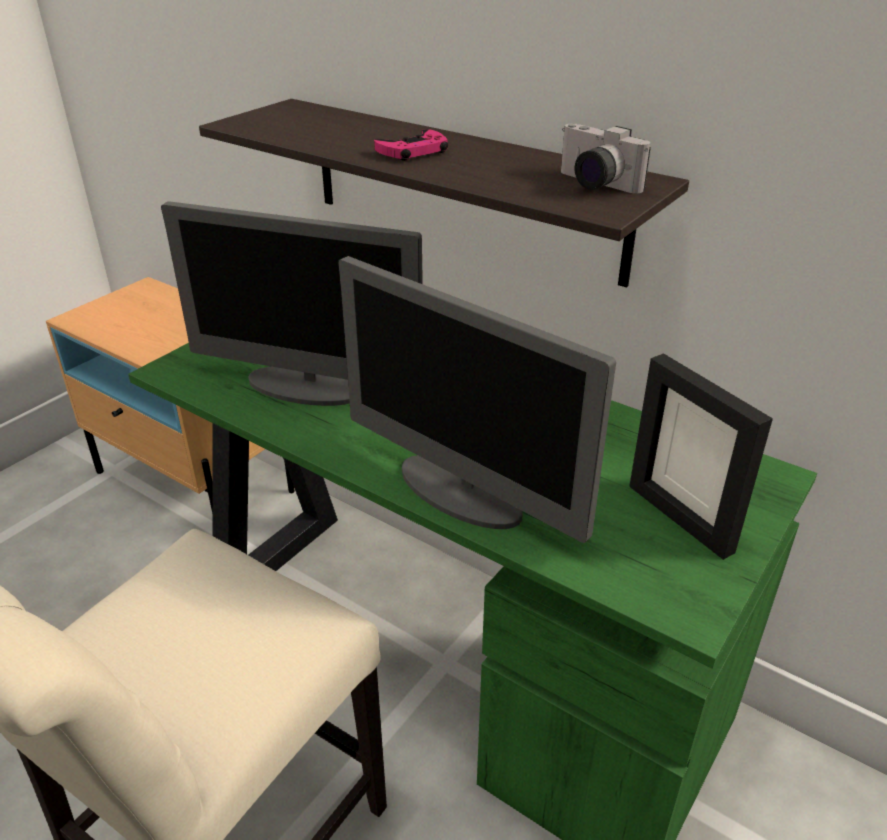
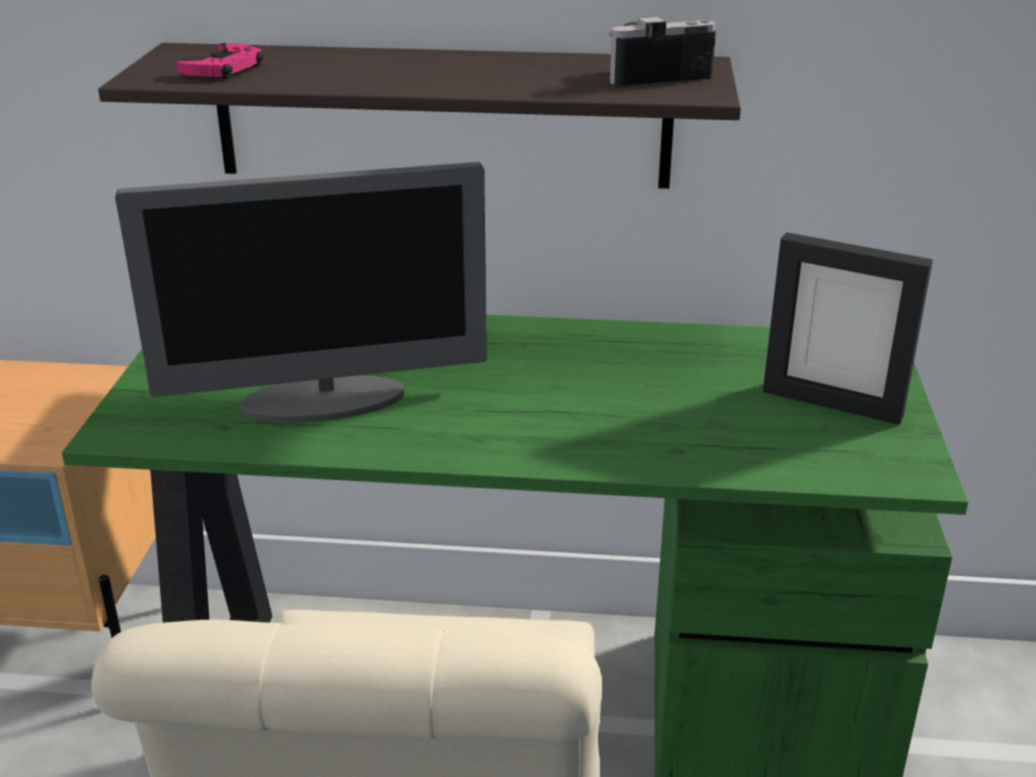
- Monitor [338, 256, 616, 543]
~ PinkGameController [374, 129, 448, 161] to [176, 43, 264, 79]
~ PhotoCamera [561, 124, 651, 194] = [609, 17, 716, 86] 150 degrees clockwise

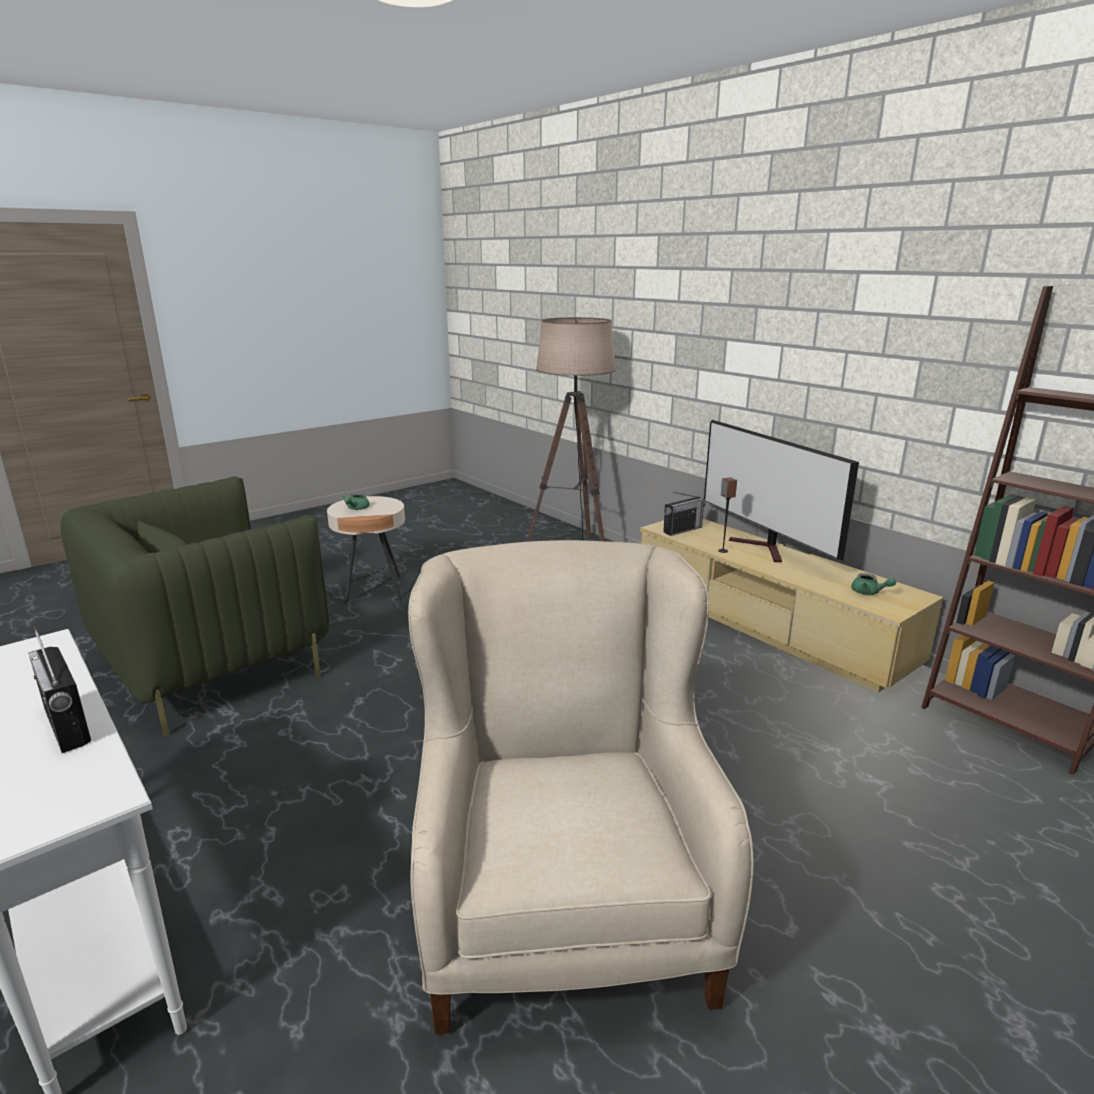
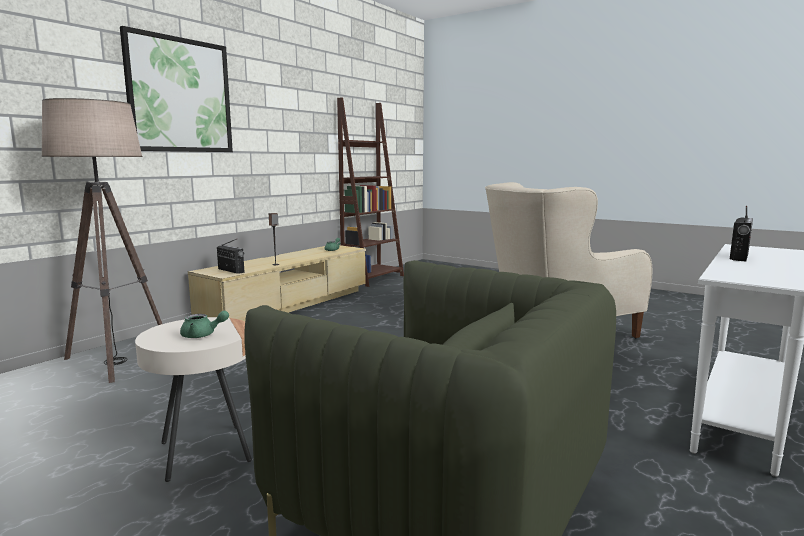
- Television [704, 420, 859, 562]
+ Picture [120, 26, 233, 152]

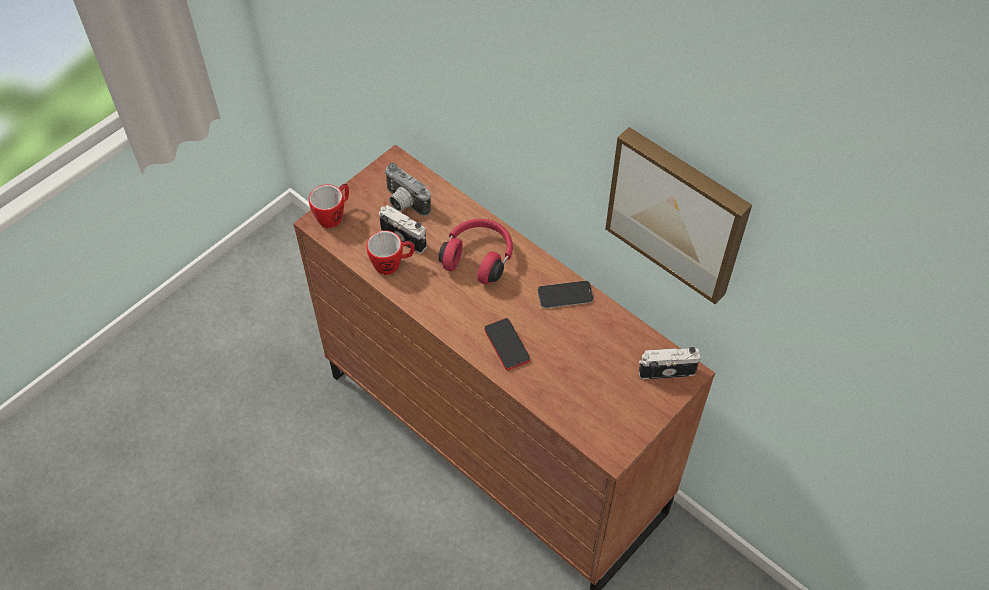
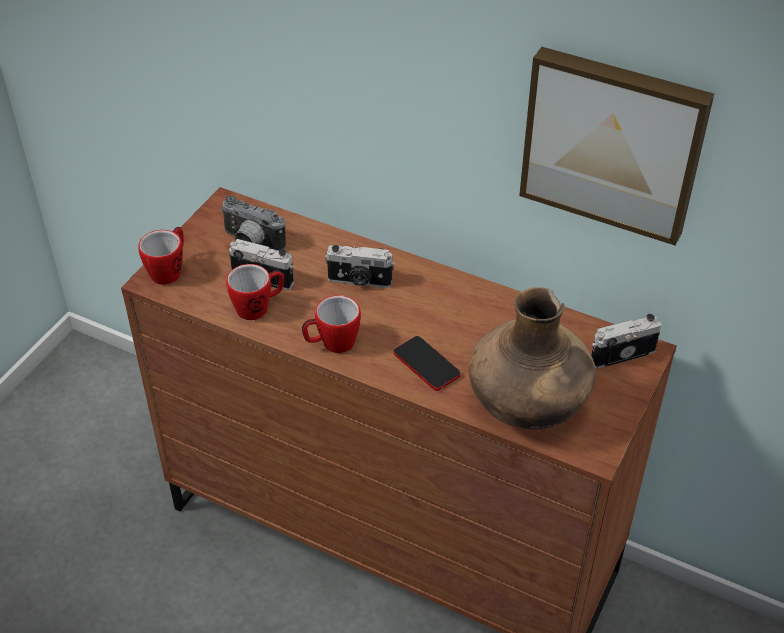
~ RedHeadphones [438, 219, 513, 285] to PhotoCamera [325, 245, 395, 288]
- Phone [538, 281, 594, 308]
+ Mug [302, 295, 361, 353]
+ BrownVase [469, 287, 596, 429]

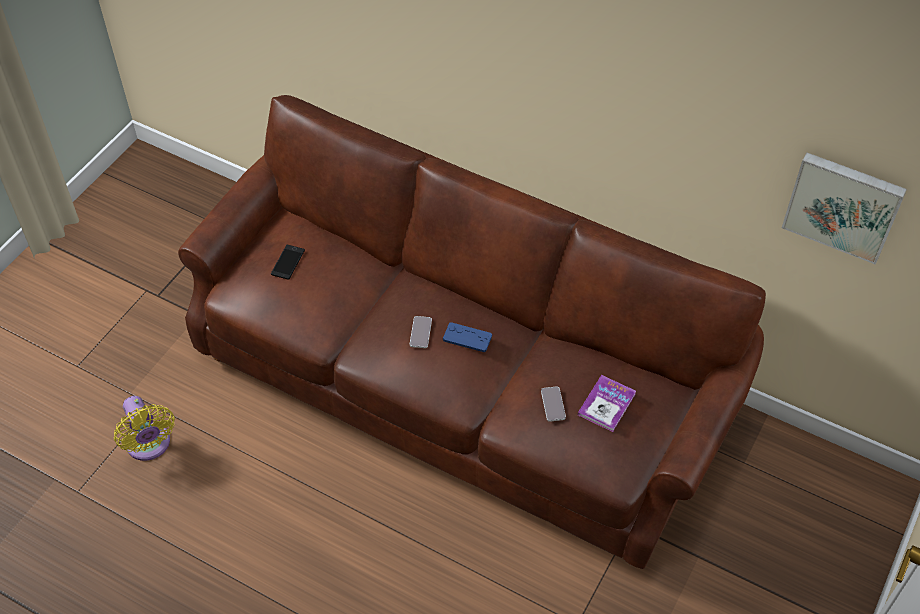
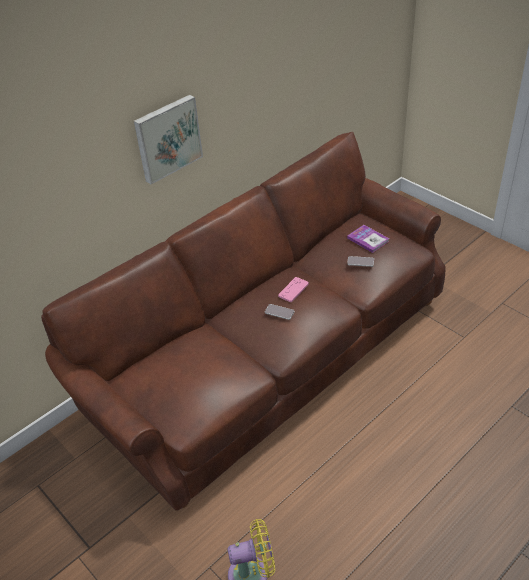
- Phone [271, 245, 305, 280]
~ BlueGameController [443, 322, 492, 352] to PinkGameController [278, 277, 309, 302]
~ Picture [782, 153, 907, 264] to [134, 95, 203, 184]

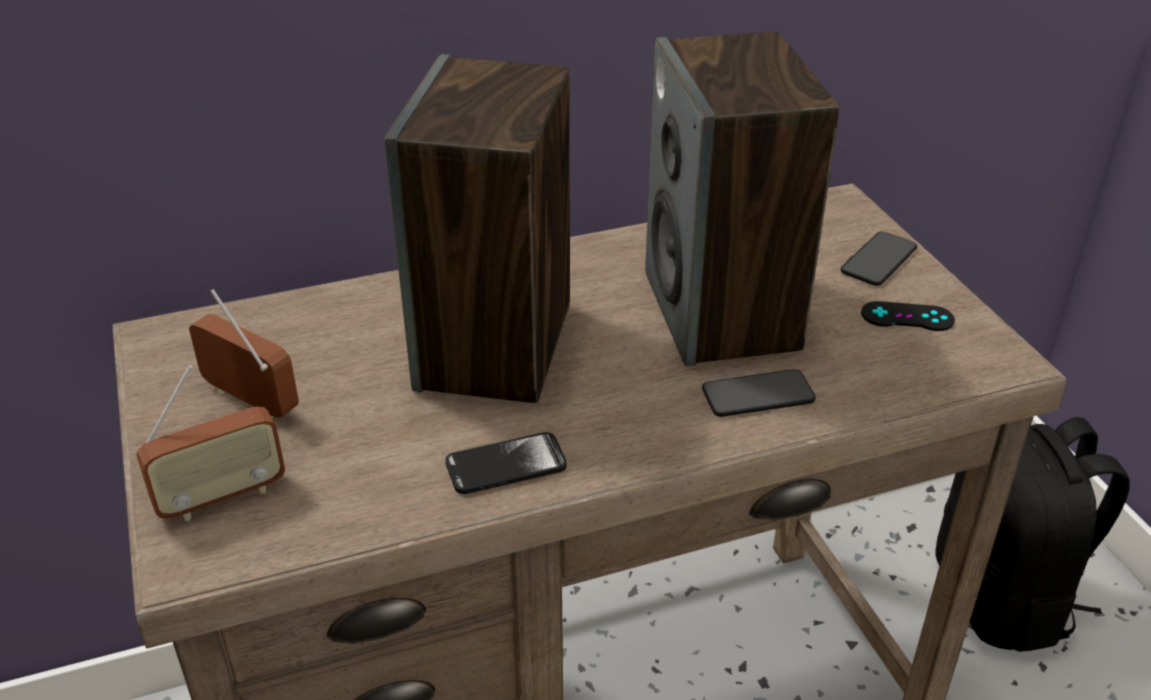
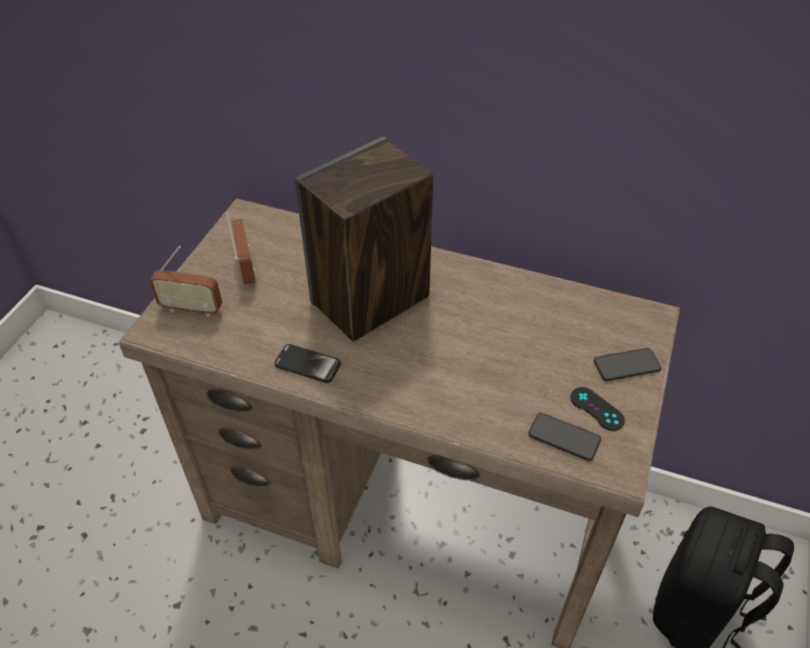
- Speaker [645, 32, 839, 366]
~ Phone [702, 369, 816, 417] to [528, 413, 601, 461]

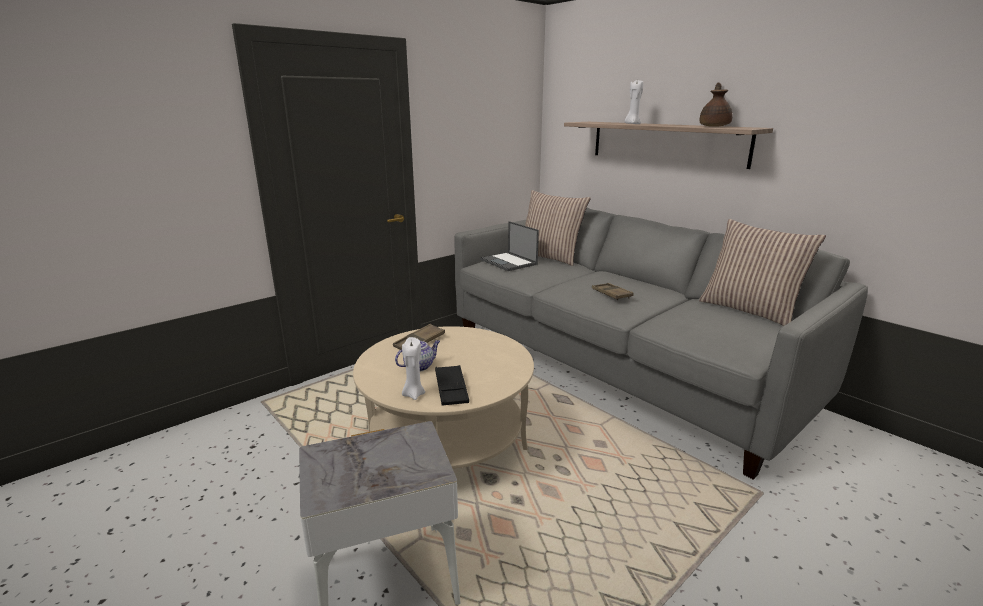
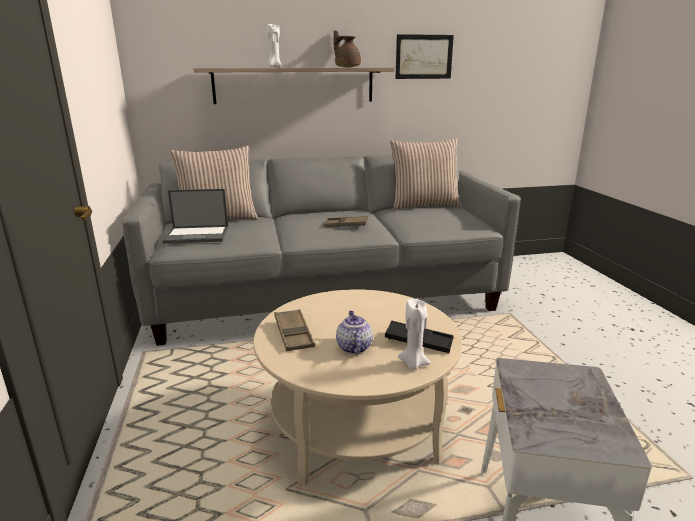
+ Picture [395, 34, 454, 79]

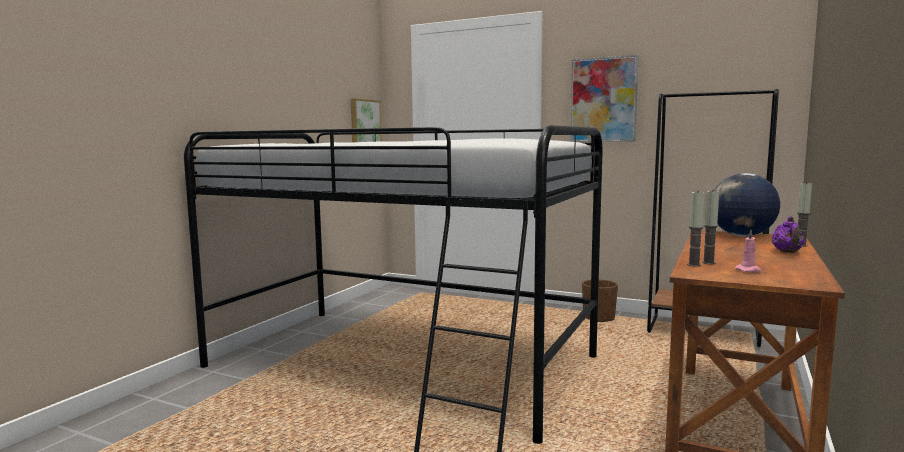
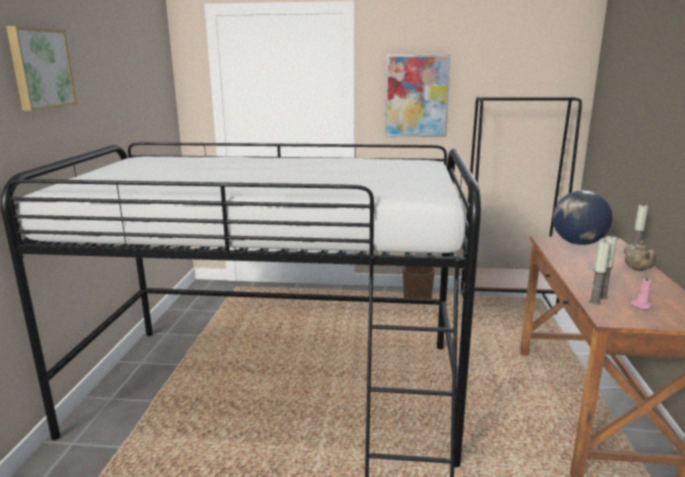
~ Picture [351, 98, 382, 142] to [6, 26, 77, 111]
~ PurpleTeapot [772, 217, 805, 253] to BeigeTeapot [624, 241, 656, 271]

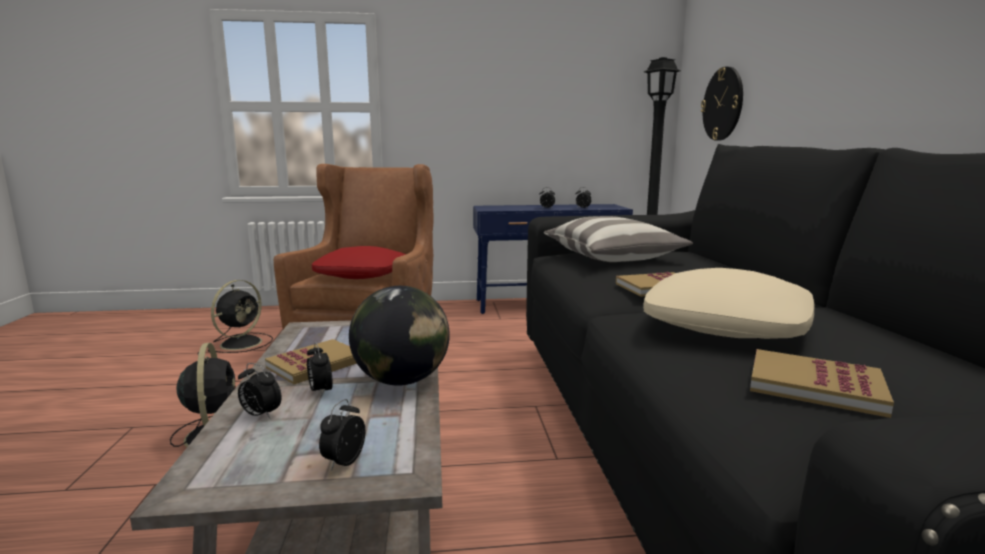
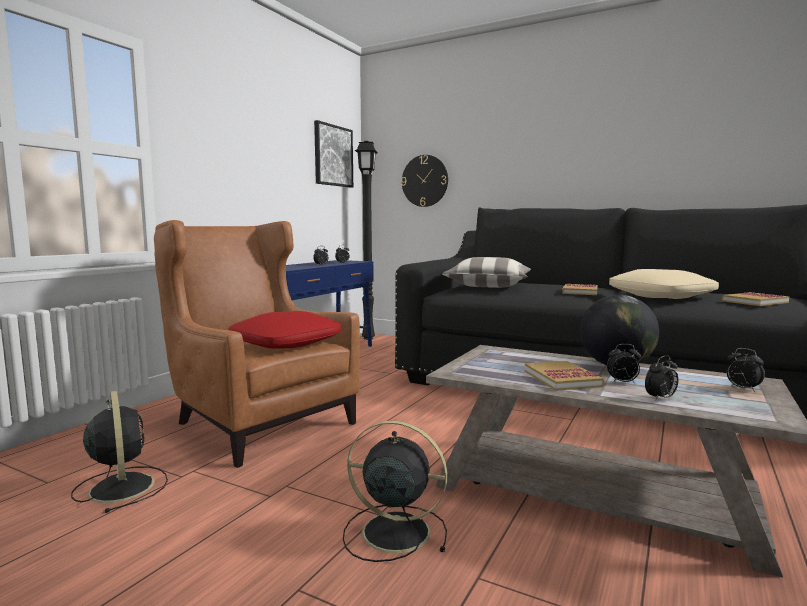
+ Picture [314, 120, 353, 187]

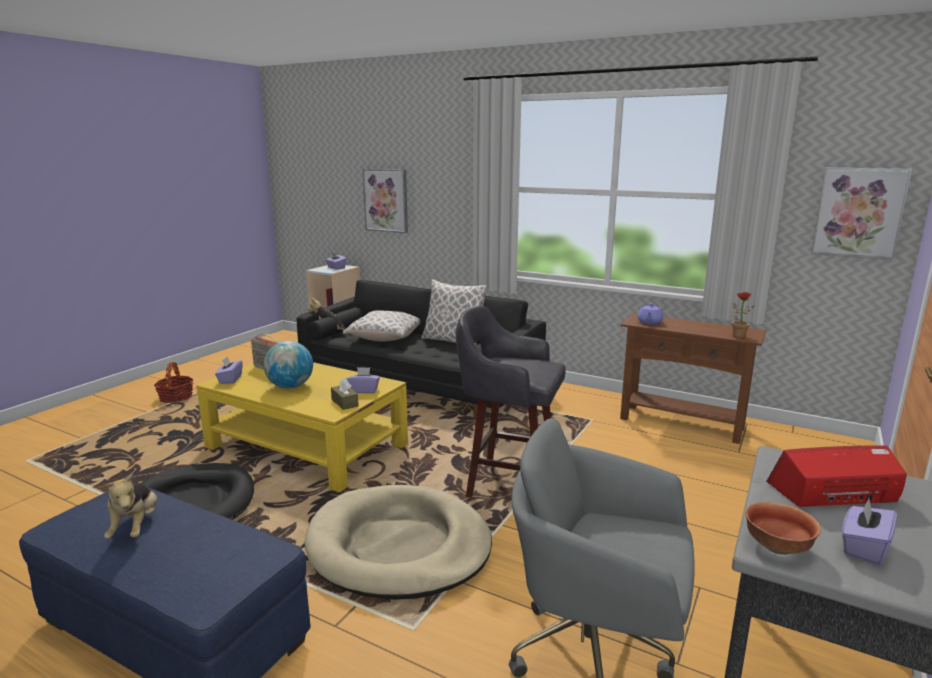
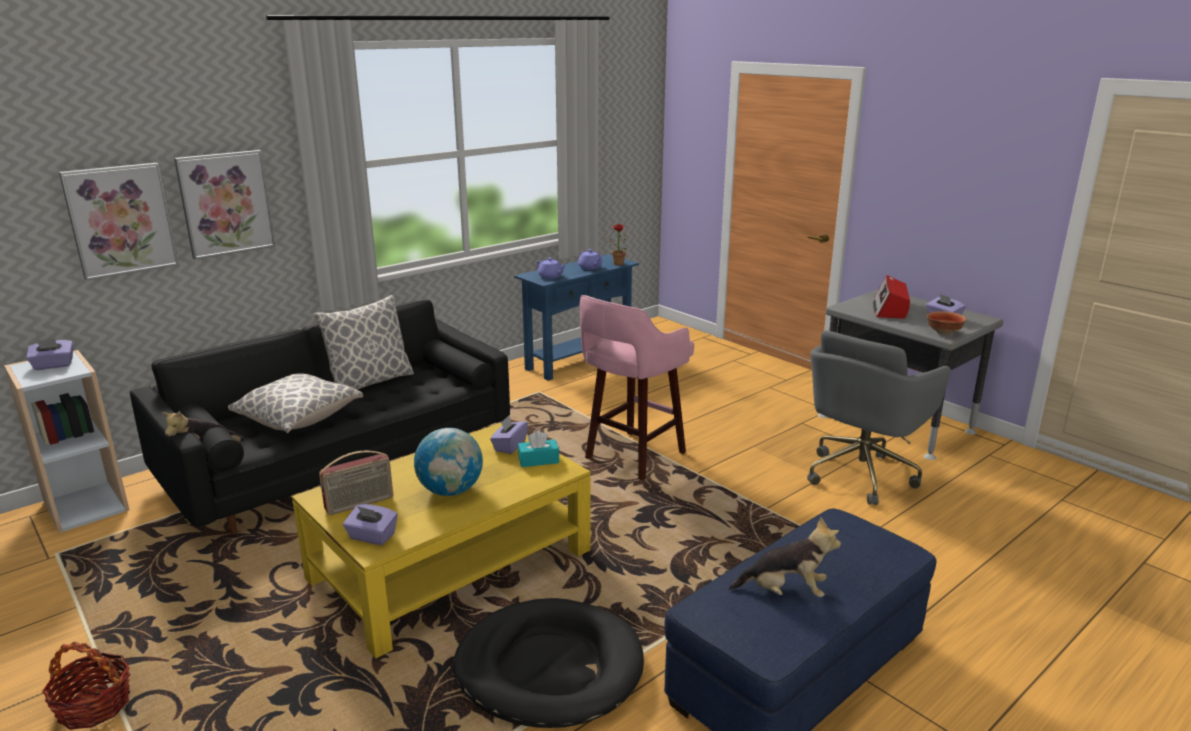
- BeigeDogBed [305, 485, 492, 600]
~ BrownTissueBox [331, 378, 359, 410] to TurquoiseTissueBox [518, 430, 559, 467]
~ GreyStool [456, 306, 566, 497] to PinkStool [580, 295, 694, 481]
~ BrownConsoleTable [620, 313, 766, 444] to BlueConsoleTable [514, 254, 639, 381]
~ Picture [811, 167, 912, 260] to [174, 150, 275, 260]
+ PurpleTeapot [578, 249, 602, 270]

